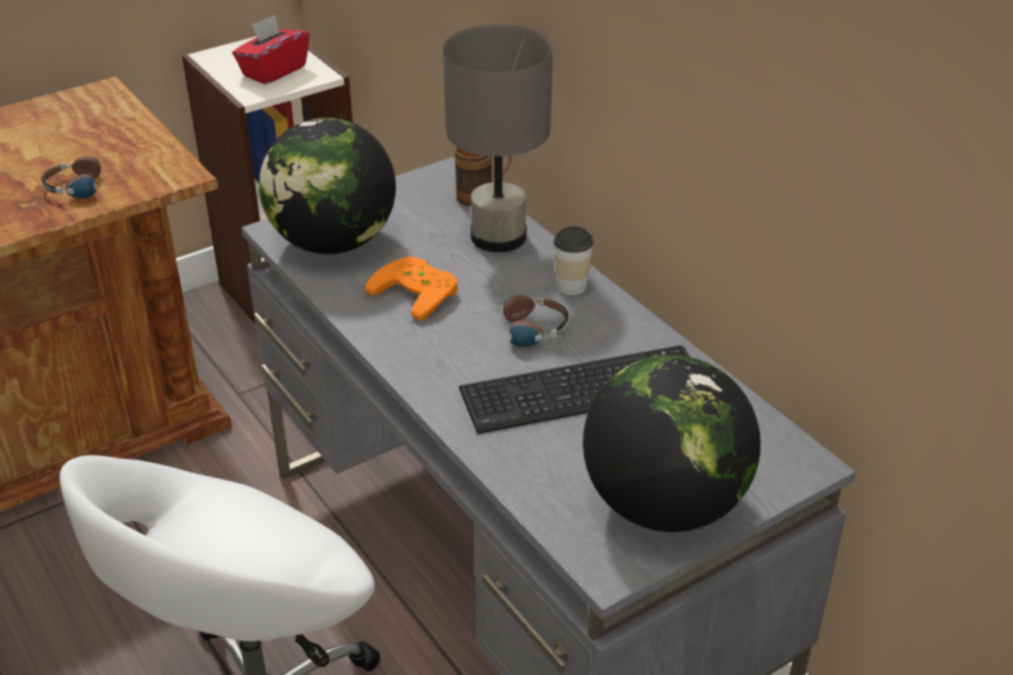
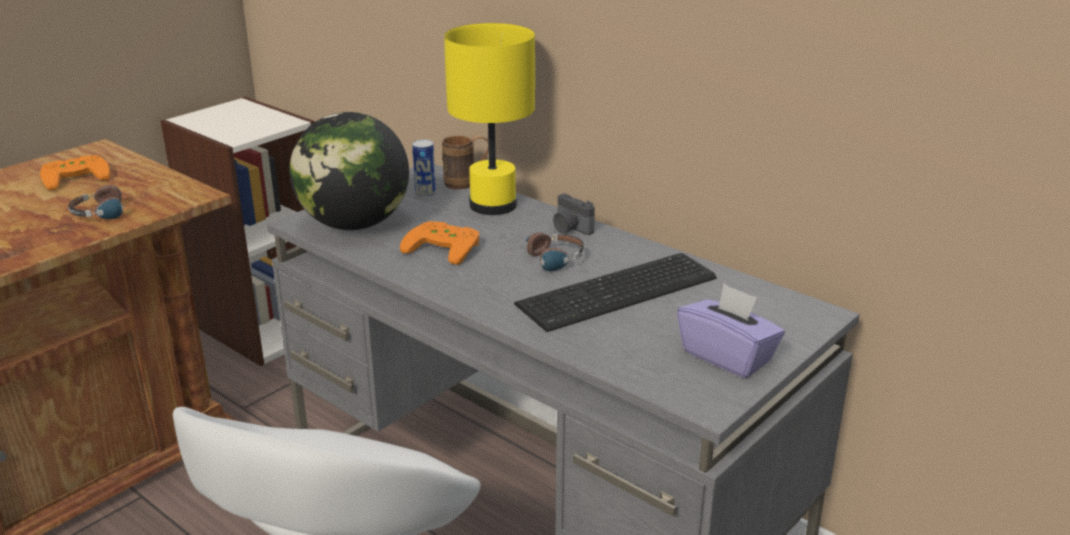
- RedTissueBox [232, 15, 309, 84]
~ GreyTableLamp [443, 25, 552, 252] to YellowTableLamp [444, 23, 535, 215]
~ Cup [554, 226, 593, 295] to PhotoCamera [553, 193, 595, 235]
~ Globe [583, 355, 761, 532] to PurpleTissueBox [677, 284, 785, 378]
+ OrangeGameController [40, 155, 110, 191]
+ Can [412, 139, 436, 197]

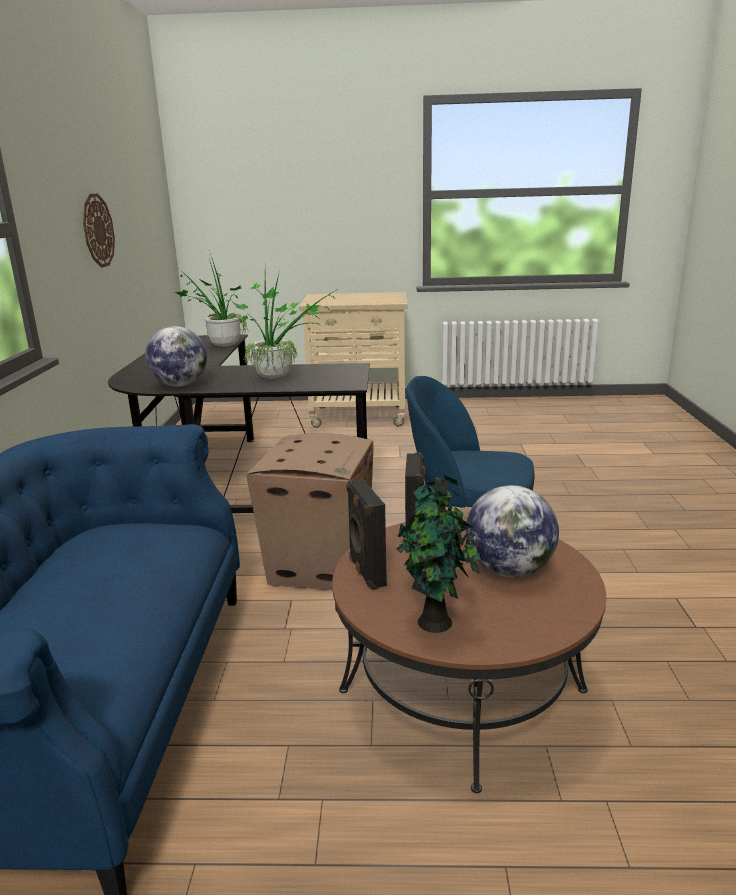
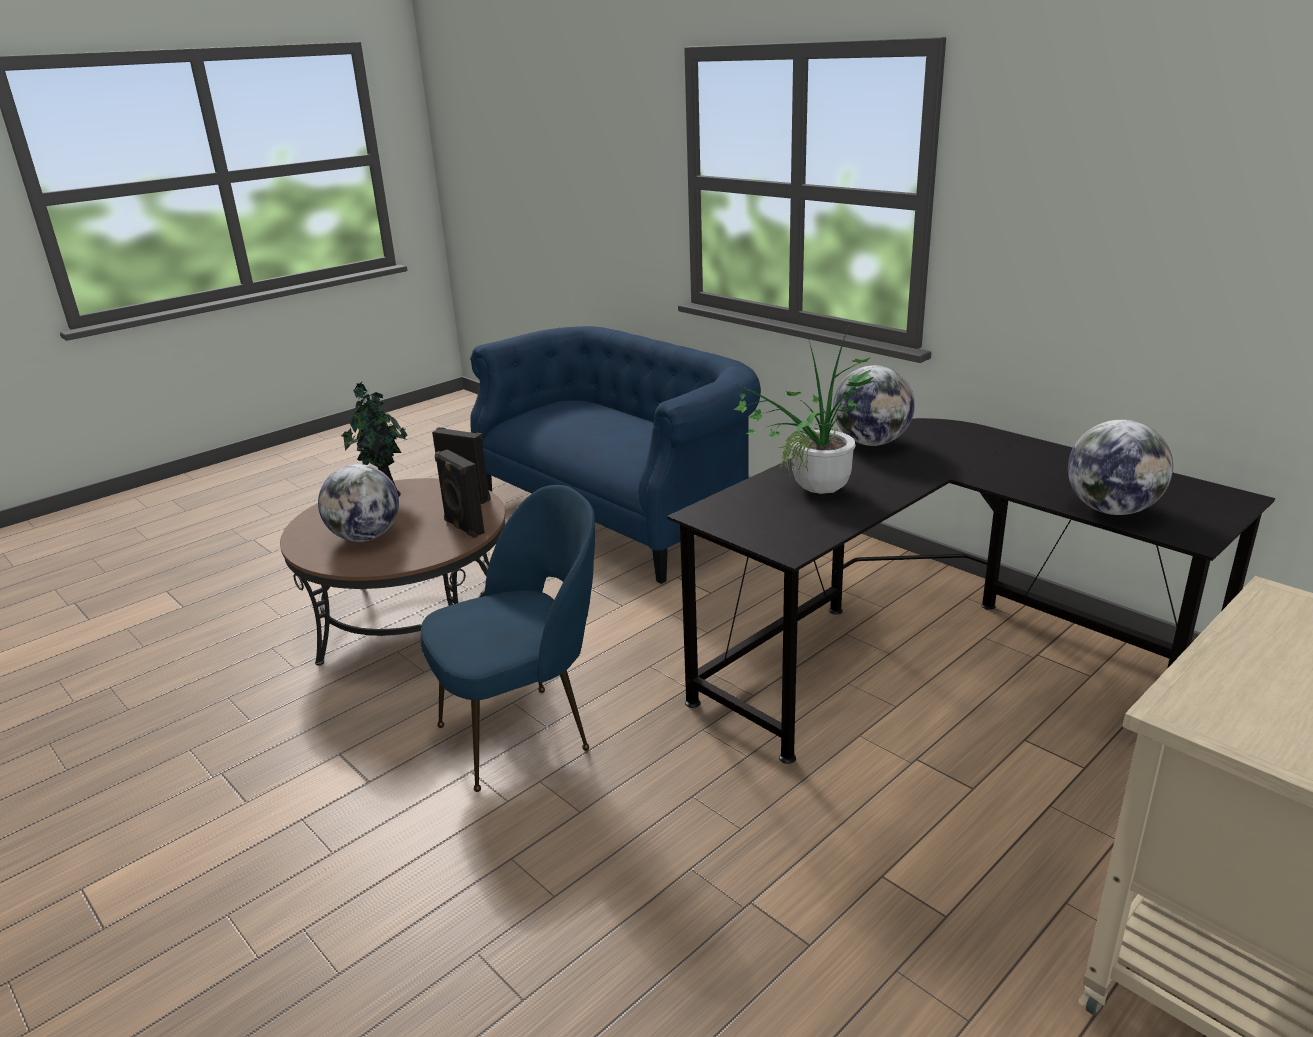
- WallClock [83, 194, 115, 268]
~ PottedPlant [174, 251, 249, 347] to Globe [1068, 420, 1173, 515]
- CardboardBox [246, 433, 374, 591]

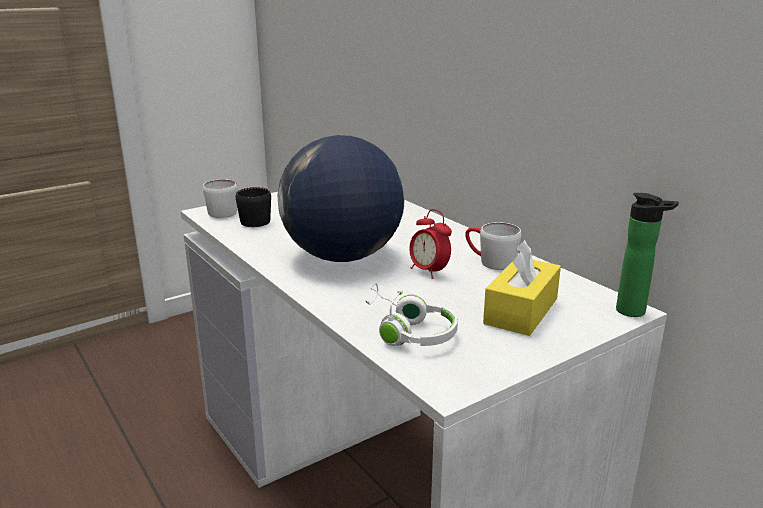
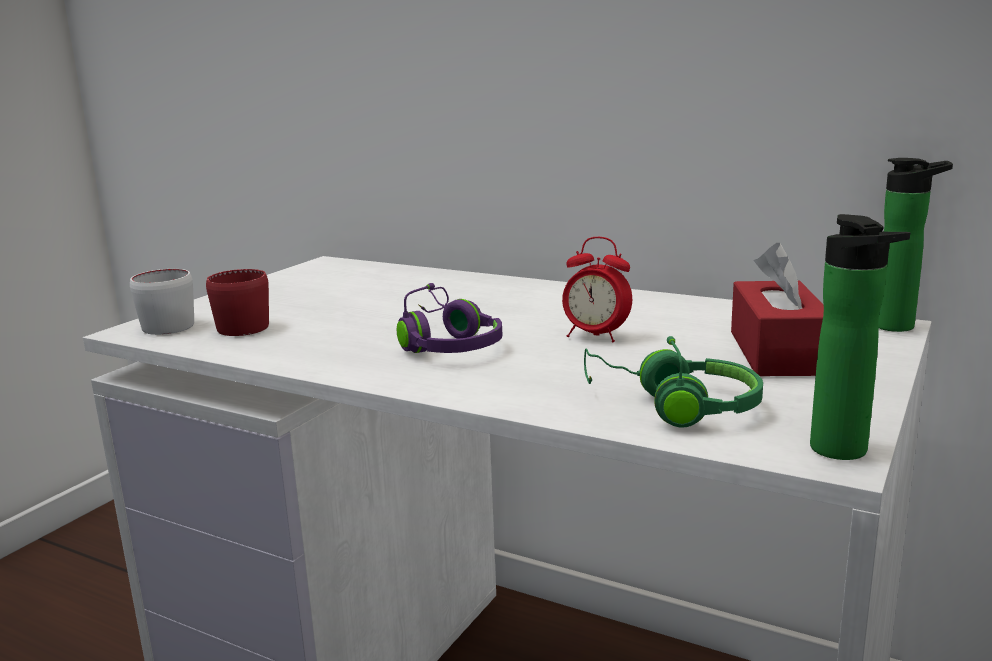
~ BlackMug [236, 187, 271, 227] to RedMug [206, 269, 269, 336]
~ Globe [278, 135, 404, 262] to PurpleHeadphones [397, 283, 503, 353]
~ WhiteHeadphones [366, 283, 458, 346] to GreenHeadphones [584, 336, 763, 427]
- WhiteMug [465, 222, 521, 270]
~ YellowTissueBox [483, 239, 561, 336] to RedTissueBox [731, 243, 824, 376]
+ Bottle [810, 214, 910, 460]

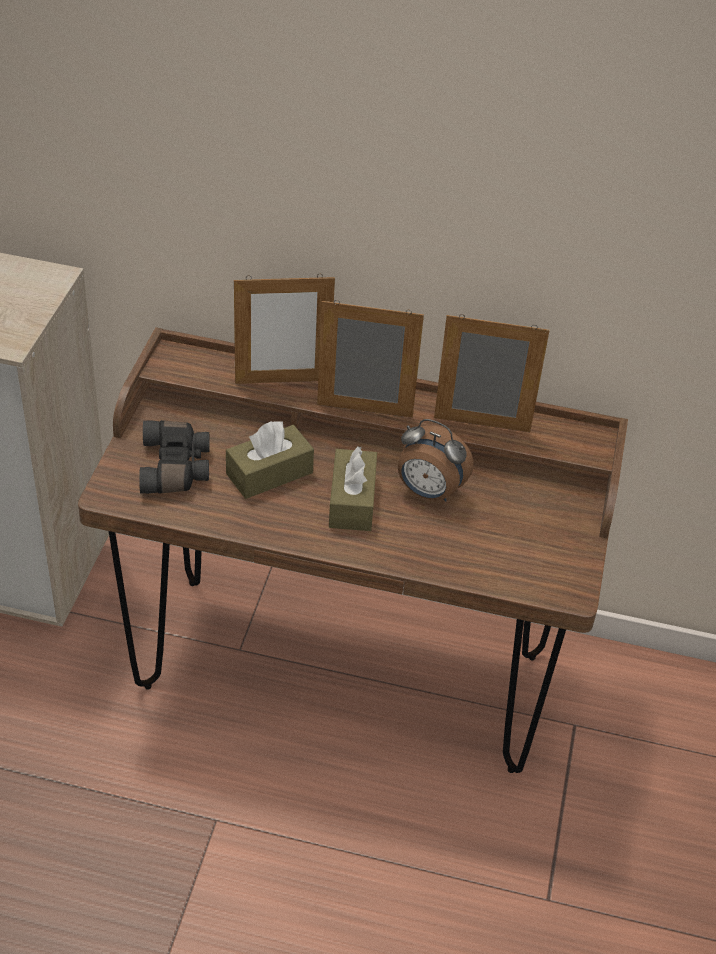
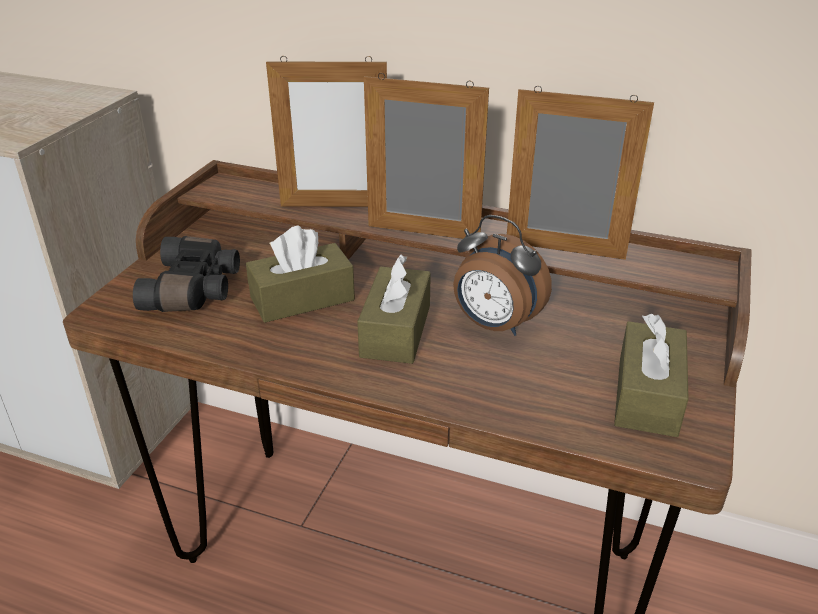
+ BrownTissueBox [614, 314, 688, 437]

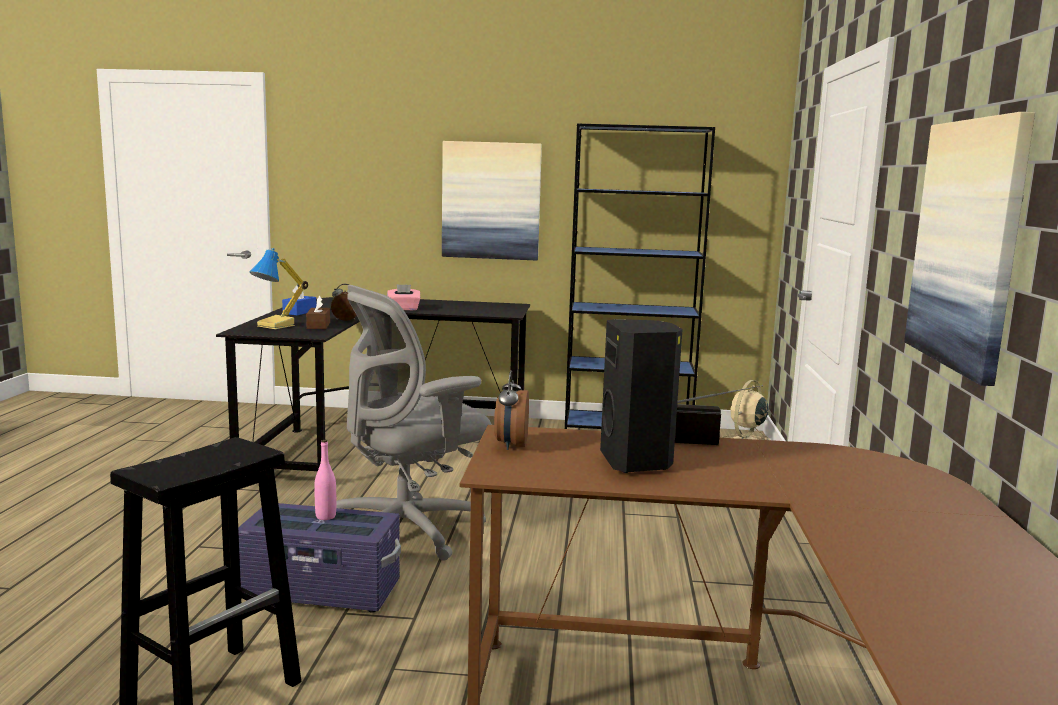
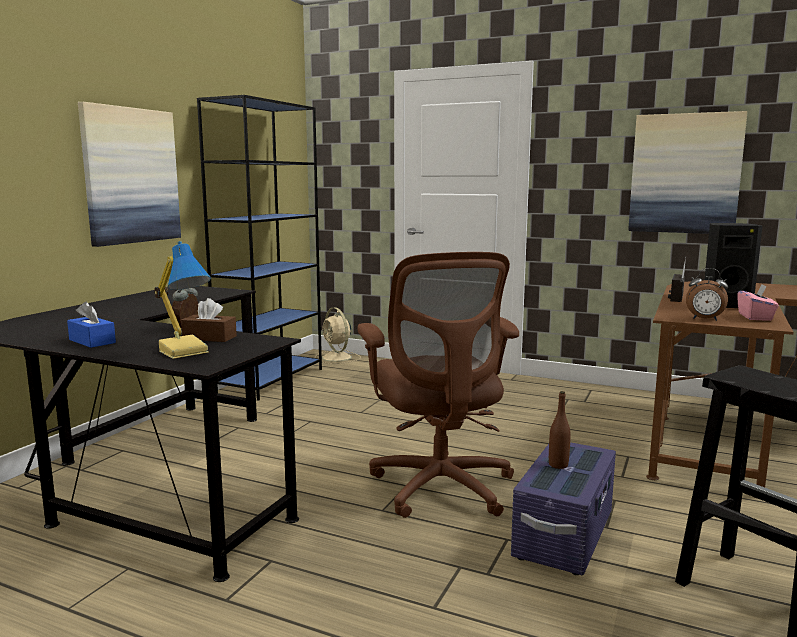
~ PinkBottle [314, 440, 336, 520] to BrownBottle [549, 391, 571, 469]
~ GreyOfficeChair [336, 285, 492, 561] to BrownOfficeChair [357, 252, 519, 518]
~ PinkTissueBox [387, 284, 420, 310] to [737, 284, 779, 321]

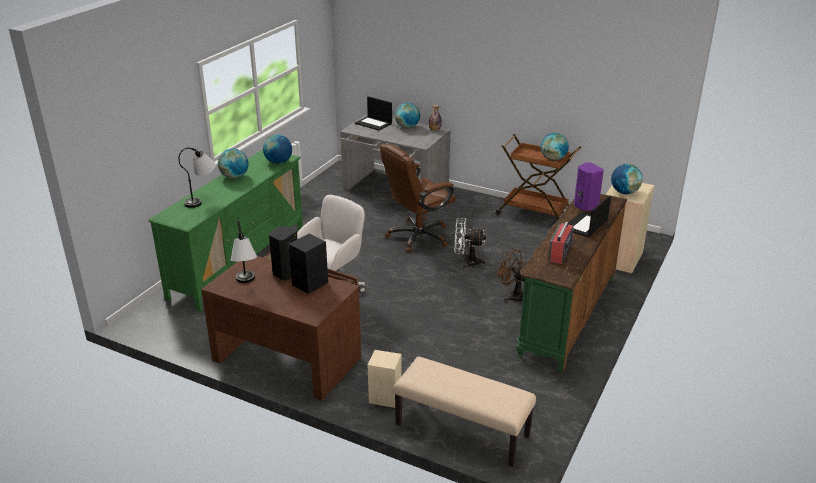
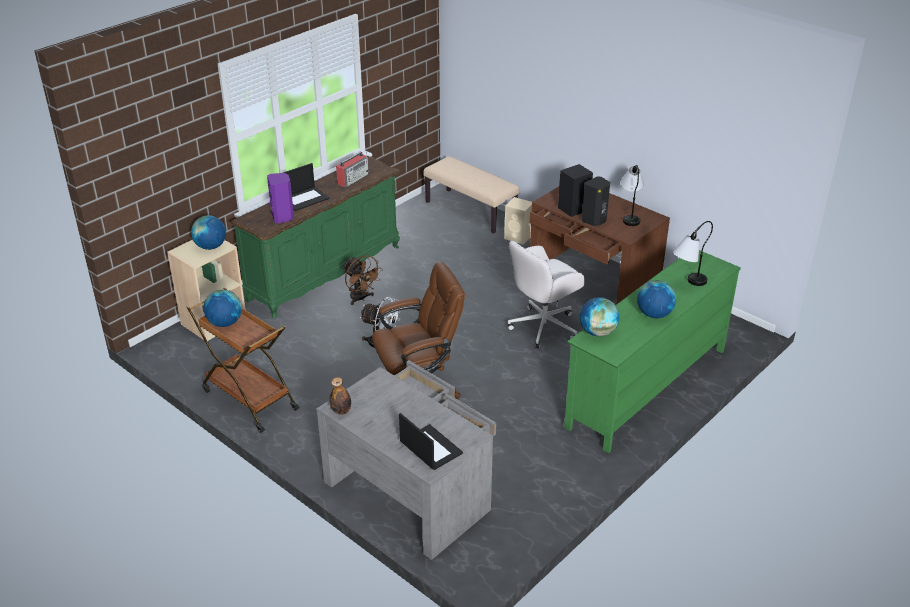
- Globe [395, 103, 420, 128]

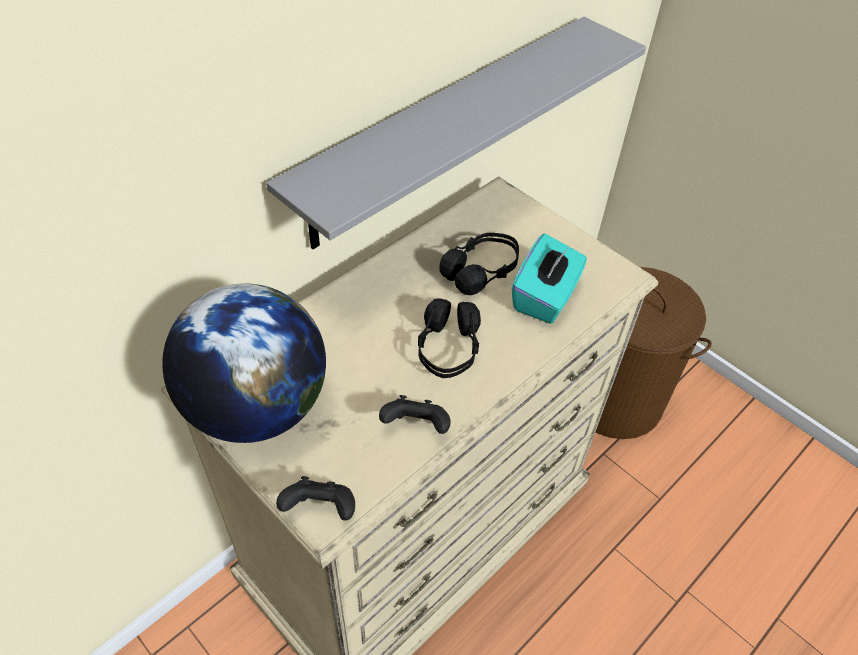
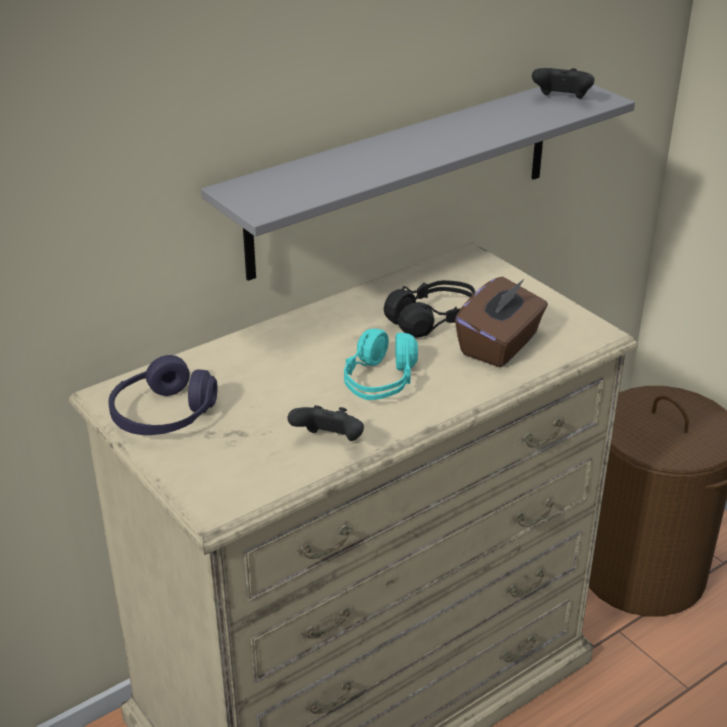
~ Globe [162, 283, 326, 443] to PurpleHeadphones [108, 355, 218, 435]
~ BlackGameController [276, 476, 355, 521] to [532, 68, 595, 99]
~ BlackHeadphones [418, 298, 481, 378] to TurquoiseHeadphones [344, 328, 418, 400]
~ TurquoiseTissueBox [512, 234, 587, 324] to BrownTissueBox [455, 277, 548, 367]

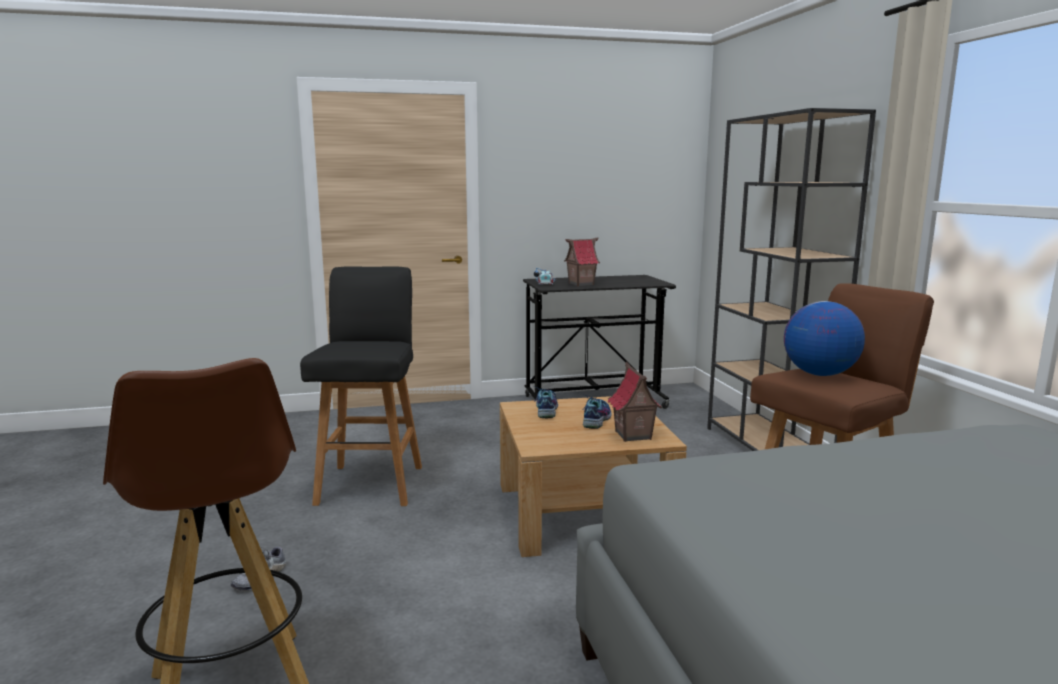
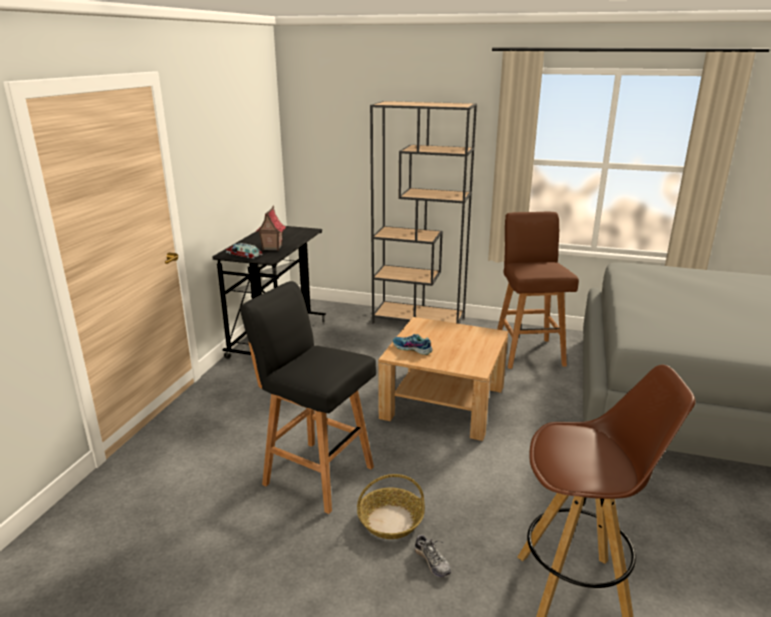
- Shoe [583, 395, 612, 429]
- ToyHouse [608, 362, 662, 442]
- Globe [784, 301, 865, 376]
+ Basket [357, 474, 425, 539]

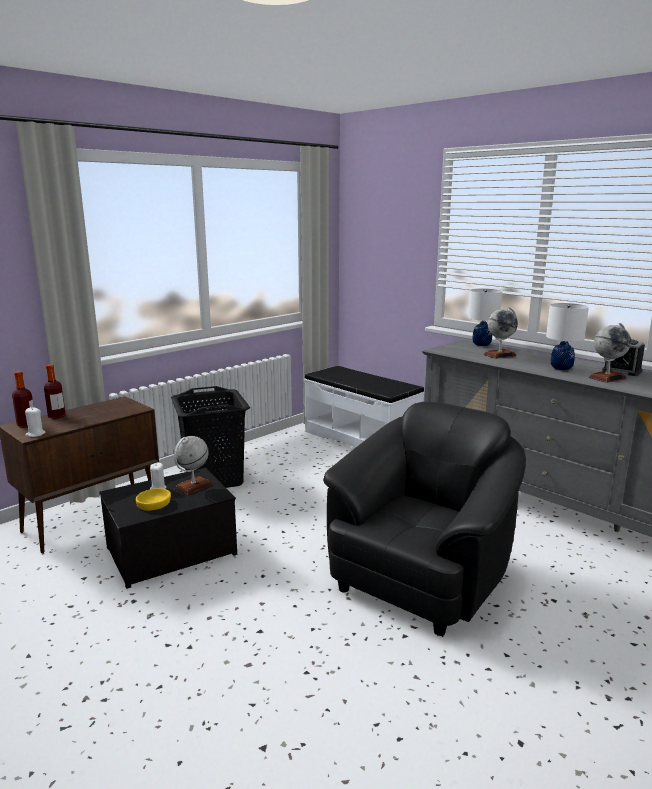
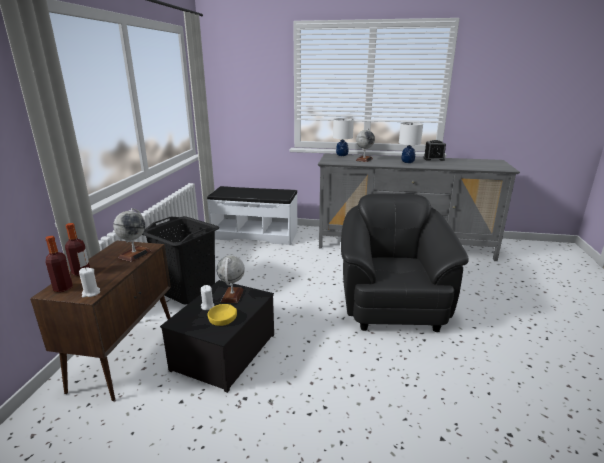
~ Globe [589, 323, 631, 383] to [113, 208, 151, 262]

